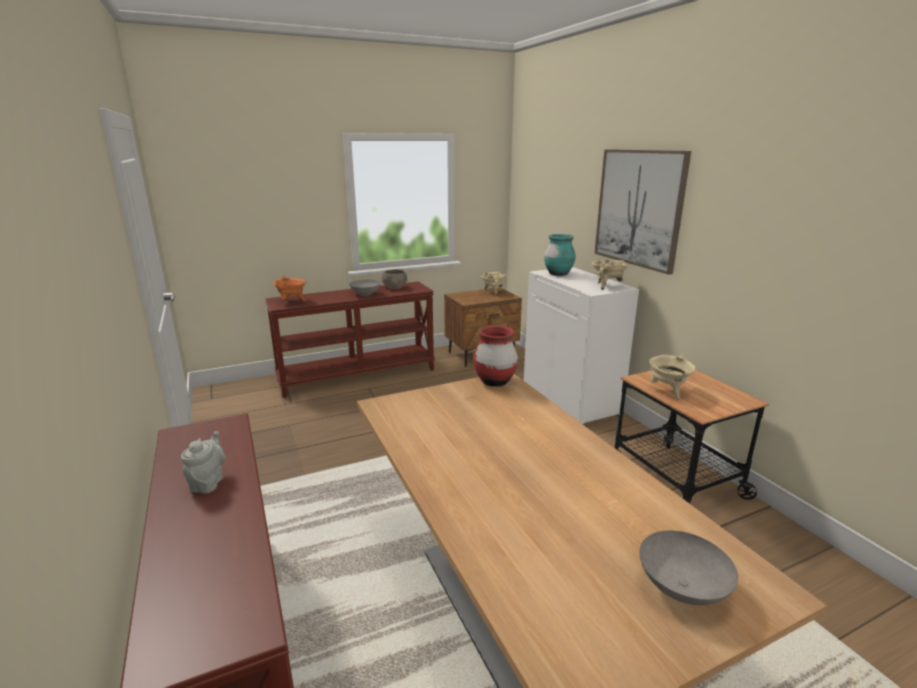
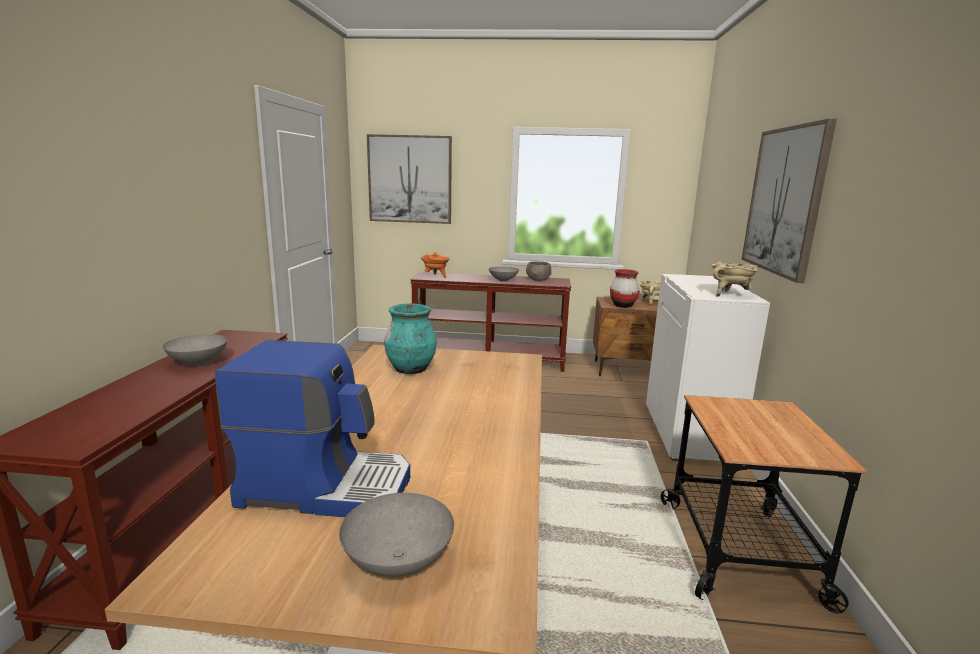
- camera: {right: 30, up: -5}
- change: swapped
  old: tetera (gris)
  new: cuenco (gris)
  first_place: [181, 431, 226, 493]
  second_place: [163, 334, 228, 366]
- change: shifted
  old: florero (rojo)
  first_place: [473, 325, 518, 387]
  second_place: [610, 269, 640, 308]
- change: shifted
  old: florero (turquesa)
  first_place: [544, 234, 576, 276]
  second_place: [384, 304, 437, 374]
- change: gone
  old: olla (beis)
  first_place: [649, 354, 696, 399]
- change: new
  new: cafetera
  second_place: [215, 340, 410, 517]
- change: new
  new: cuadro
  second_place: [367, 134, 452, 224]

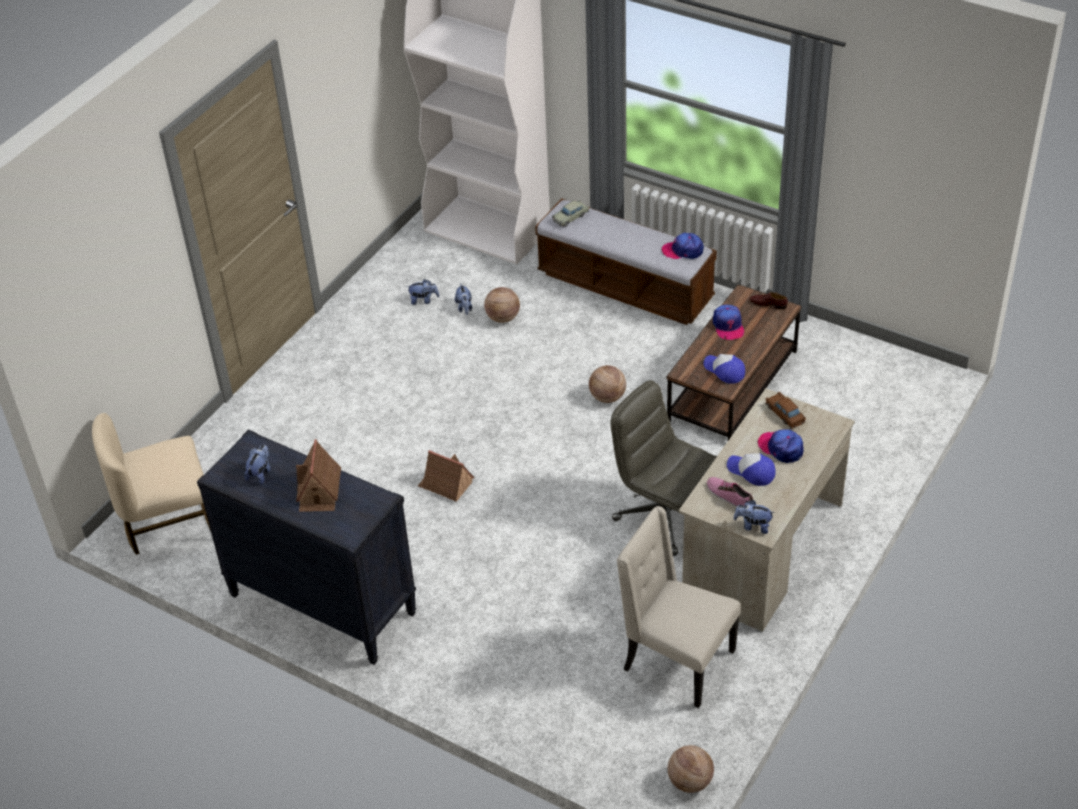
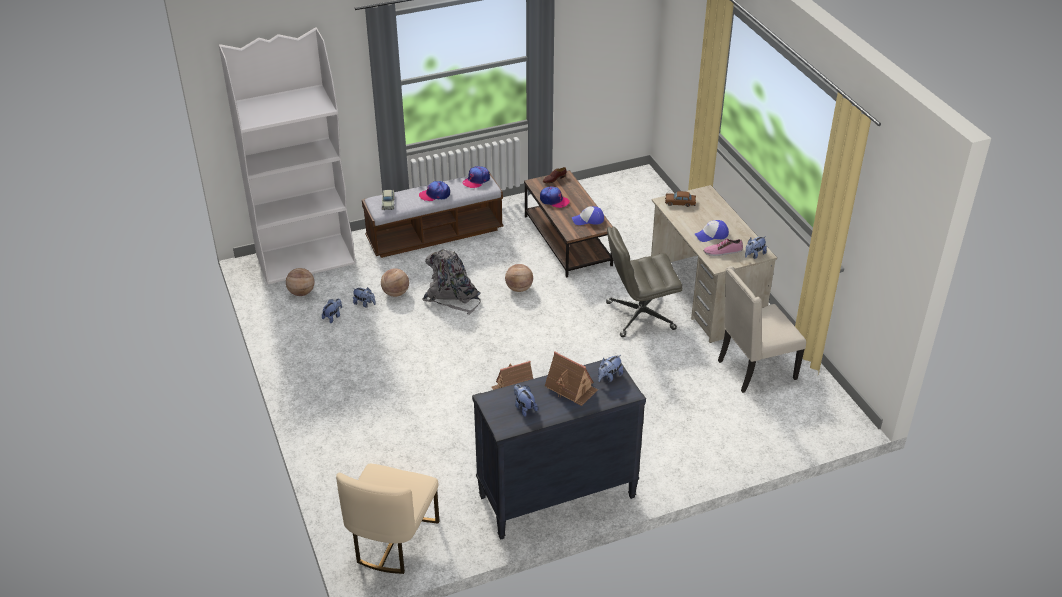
- camera: {right: -55, up: -5}
- change: shifted
  old: balón de baloncesto
  first_place: [668, 745, 714, 793]
  second_place: [286, 268, 314, 296]
- change: shifted
  old: gorra
  first_place: [758, 429, 804, 463]
  second_place: [419, 181, 450, 201]
- change: new
  new: mochila (gris)
  second_place: [422, 249, 481, 315]
- change: new
  new: peluche
  second_place: [598, 355, 623, 382]

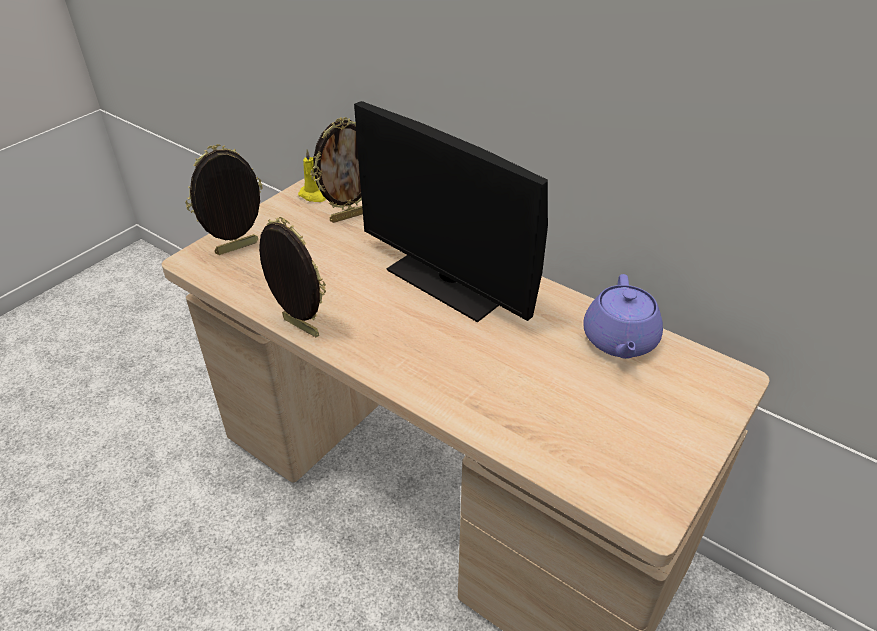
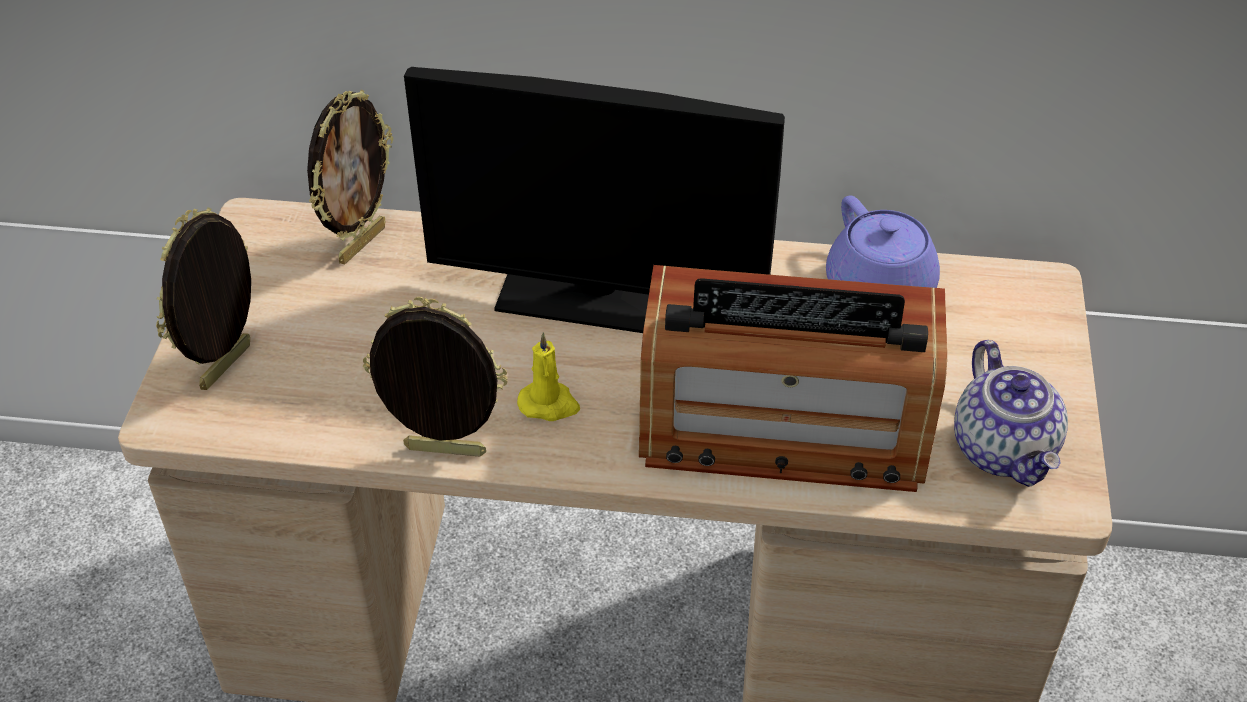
- camera: {right: -30, up: 5}
- change: shifted
  old: vela (amarillo)
  first_place: [298, 149, 326, 202]
  second_place: [517, 332, 580, 421]
- change: new
  new: radio
  second_place: [639, 265, 947, 492]
- change: new
  new: tetera
  second_place: [954, 340, 1068, 487]

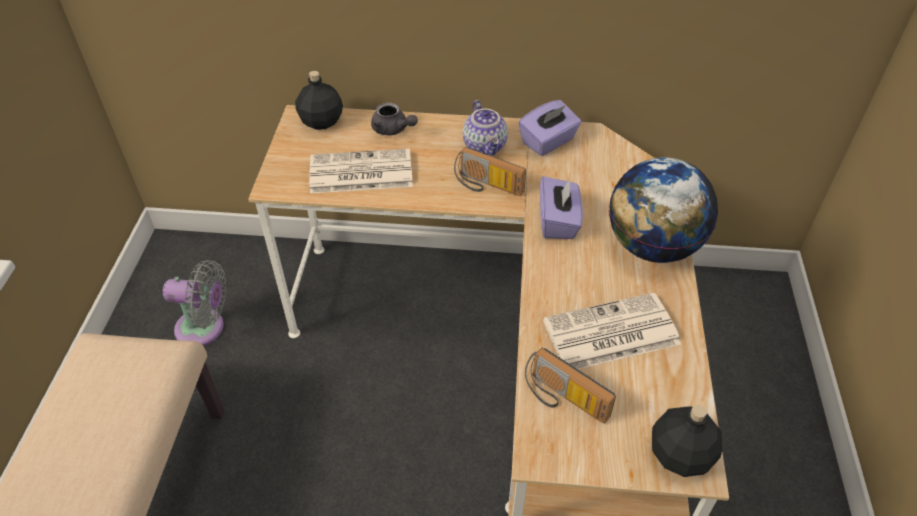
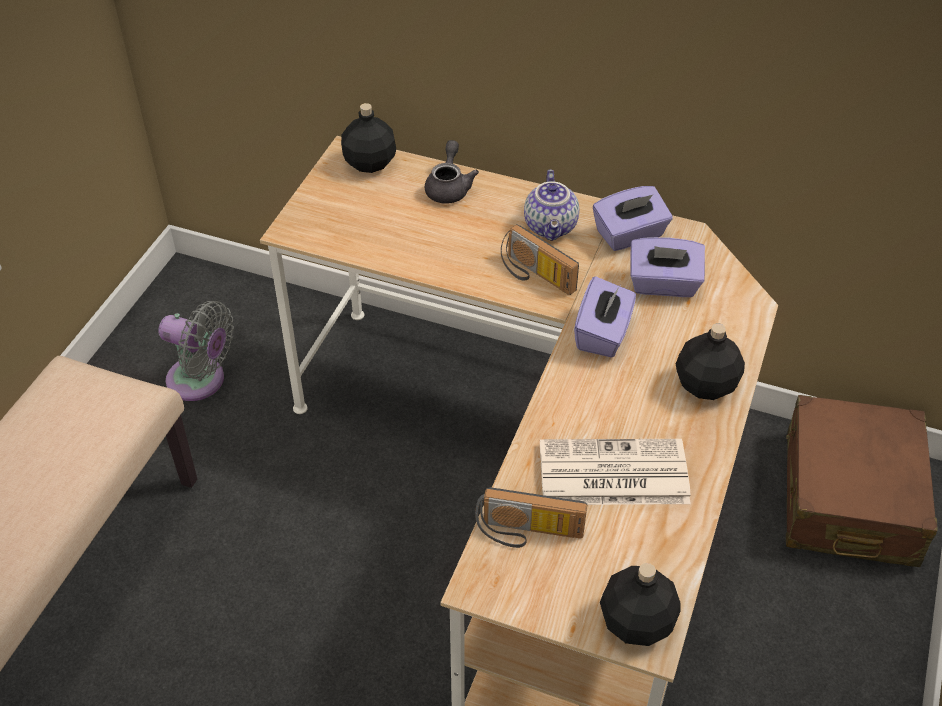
- camera: {right: 15, up: 0}
- change: gone
  old: periódico
  first_place: [309, 148, 413, 194]
- change: rotated
  old: tetera (gris)
  first_place: [371, 102, 418, 135]
  second_place: [425, 140, 479, 204]
  degrees: -135
- change: rotated
  old: radio
  first_place: [525, 348, 616, 423]
  second_place: [475, 487, 587, 548]
  degrees: -45
- change: swapped
  old: globo terráqueo
  new: botella (negro)
  first_place: [609, 158, 718, 263]
  second_place: [676, 323, 745, 400]
- change: new
  new: caja de pañuelos (morado)
  second_place: [630, 237, 705, 297]
- change: new
  new: maleta (marrón)
  second_place: [786, 395, 938, 567]

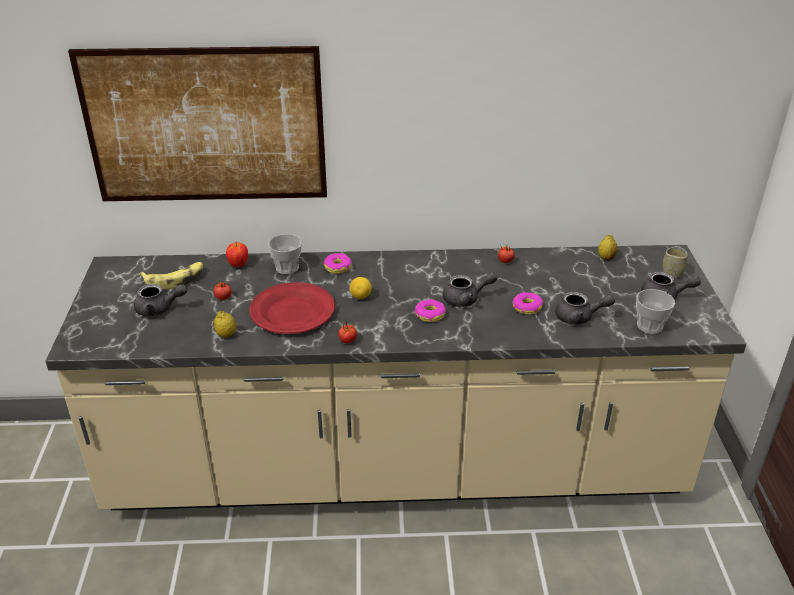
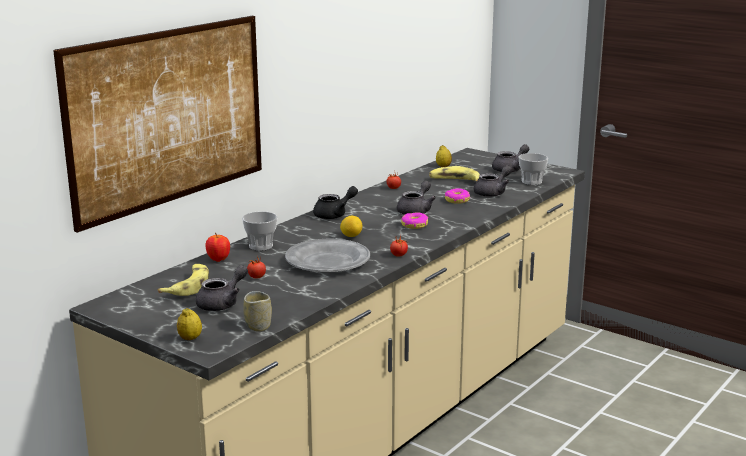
- camera: {right: -50, up: -15}
- change: shifted
  old: limón
  first_place: [214, 311, 237, 337]
  second_place: [177, 308, 202, 340]
- change: repainted
  old: plato (rojo)
  new: plato (gris)
  first_place: [249, 282, 335, 334]
  second_place: [285, 239, 370, 272]
- change: gone
  old: rosquilla
  first_place: [324, 253, 352, 274]
- change: shifted
  old: taza
  first_place: [662, 246, 688, 279]
  second_place: [243, 291, 272, 332]
- change: new
  new: tetera (negro)
  second_place: [313, 186, 358, 219]
- change: new
  new: plátano
  second_place: [429, 166, 480, 182]

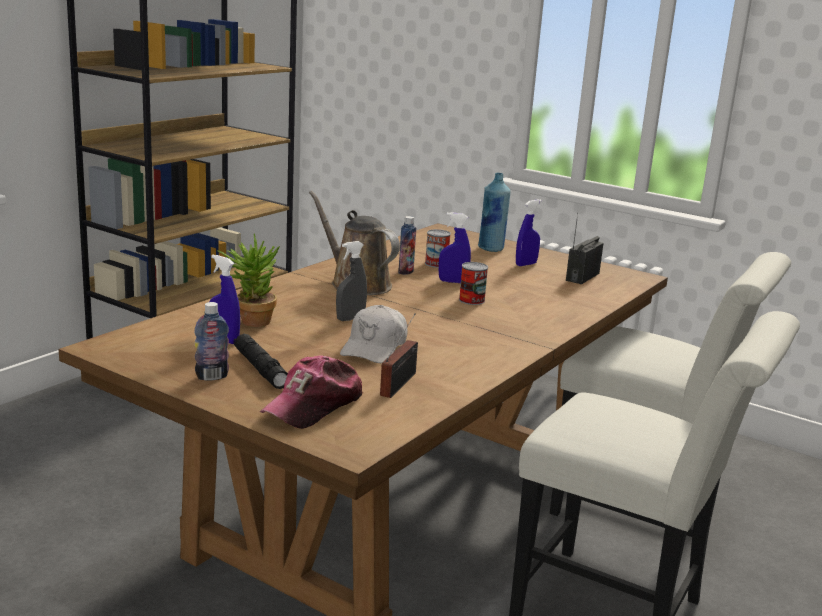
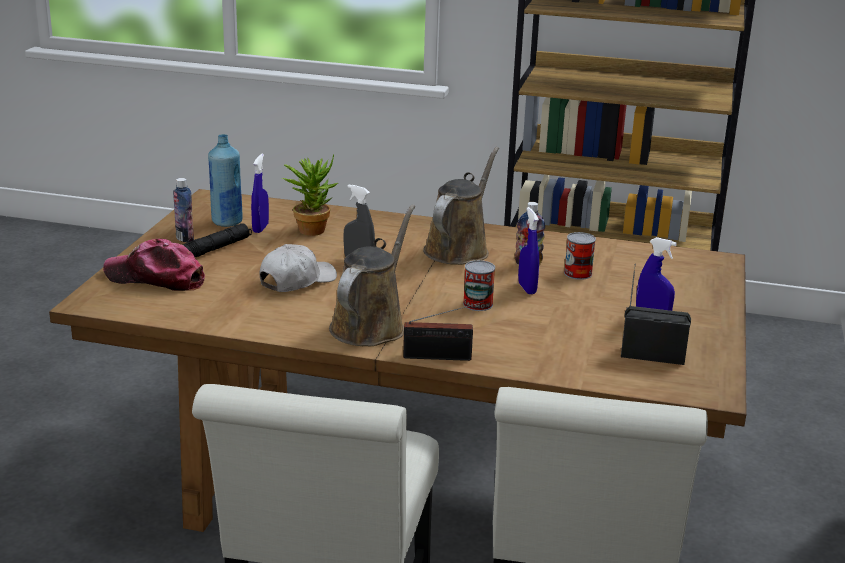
- camera: {right: 70, up: 5}
- change: rotated
  old: gorra (blanco)
  first_place: [340, 305, 408, 363]
  second_place: [259, 244, 337, 292]
  degrees: 135
- change: shifted
  old: radio
  first_place: [380, 313, 418, 398]
  second_place: [403, 302, 483, 361]
- change: shifted
  old: botella (azul)
  first_place: [478, 173, 511, 252]
  second_place: [208, 134, 243, 227]
- change: new
  new: regadera (marrón)
  second_place: [329, 205, 415, 346]

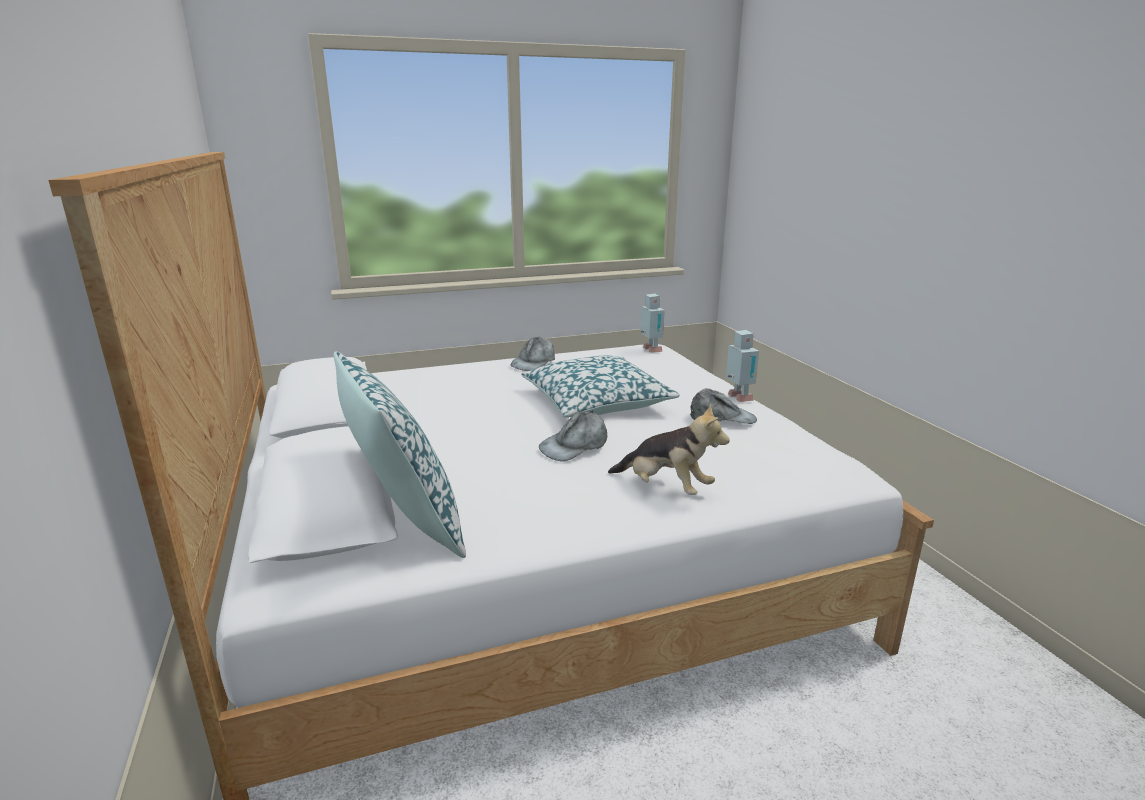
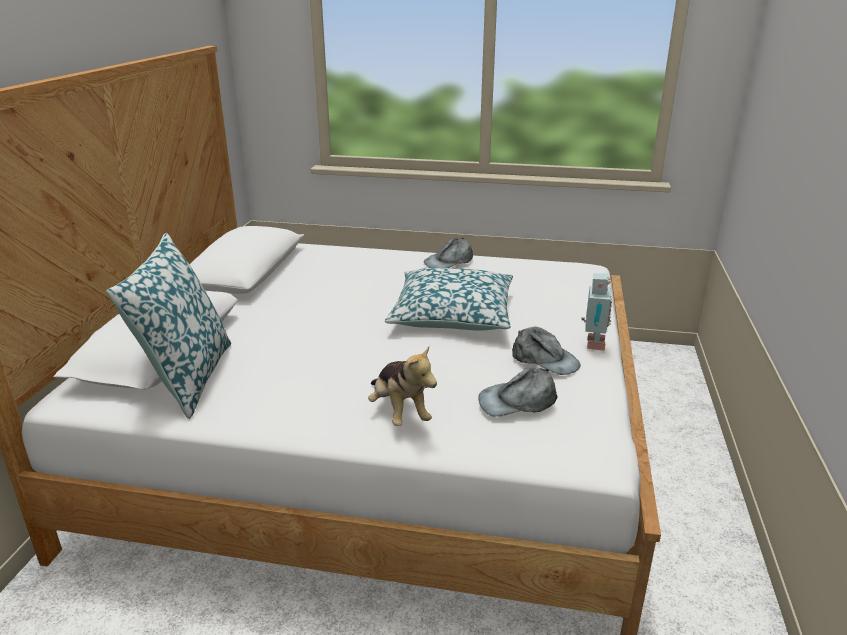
- camera: {right: 30, up: 5}
- change: shifted
  old: gorra (gris)
  first_place: [539, 410, 607, 461]
  second_place: [478, 367, 558, 416]
- change: gone
  old: robot de juguete
  first_place: [641, 294, 665, 353]

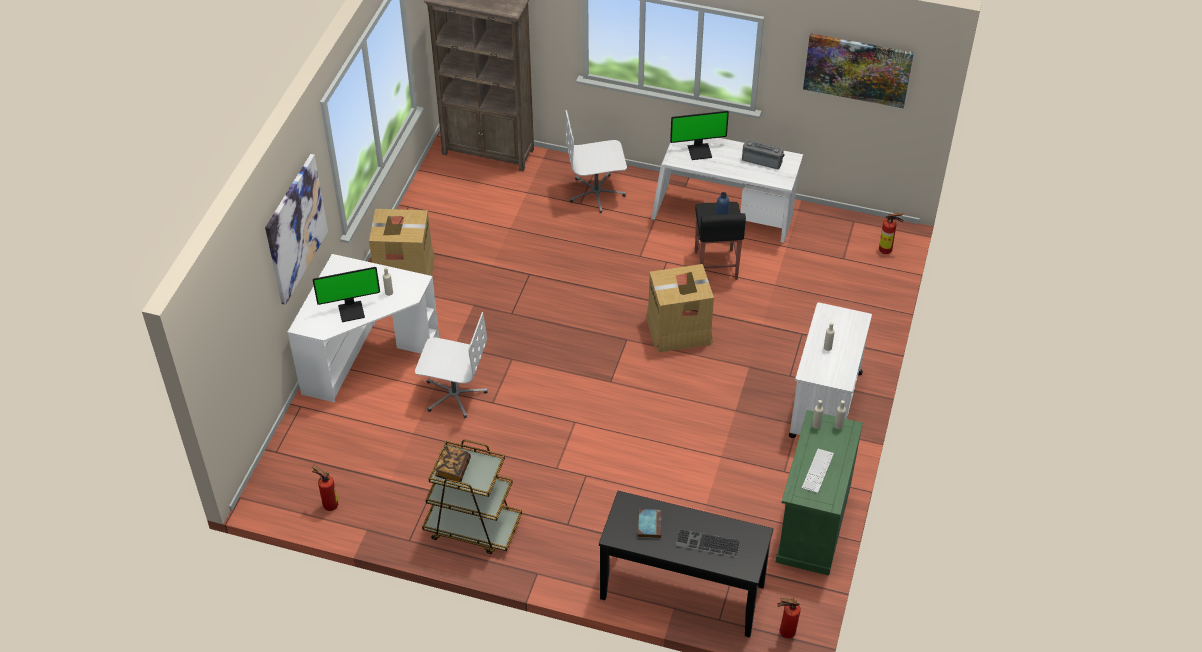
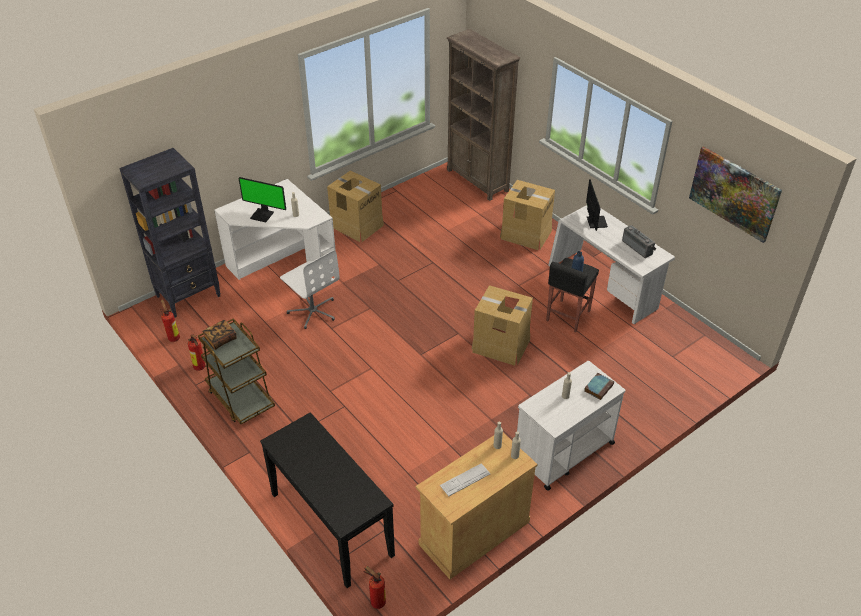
- camera: {right: 35, up: -5}
- change: gone
  old: cuadro
  first_place: [265, 154, 328, 305]
- change: swapped
  old: silla de oficina (blanco)
  new: caja de cartón
  first_place: [565, 110, 627, 213]
  second_place: [500, 180, 555, 250]
- change: shifted
  old: libro
  first_place: [638, 509, 662, 539]
  second_place: [584, 373, 614, 400]
- change: rotated
  old: monitor
  first_place: [670, 111, 729, 160]
  second_place: [586, 179, 608, 231]
  degrees: -120
- change: gone
  old: teclado
  first_place: [675, 529, 741, 557]
- change: repainted
  old: armario (verde)
  new: armario (beis)
  first_place: [776, 410, 863, 576]
  second_place: [416, 433, 538, 579]
- change: shifted
  old: extintor
  first_place: [879, 212, 904, 254]
  second_place: [188, 335, 205, 371]
- change: new
  new: estantería (negro)
  second_place: [119, 148, 221, 318]

